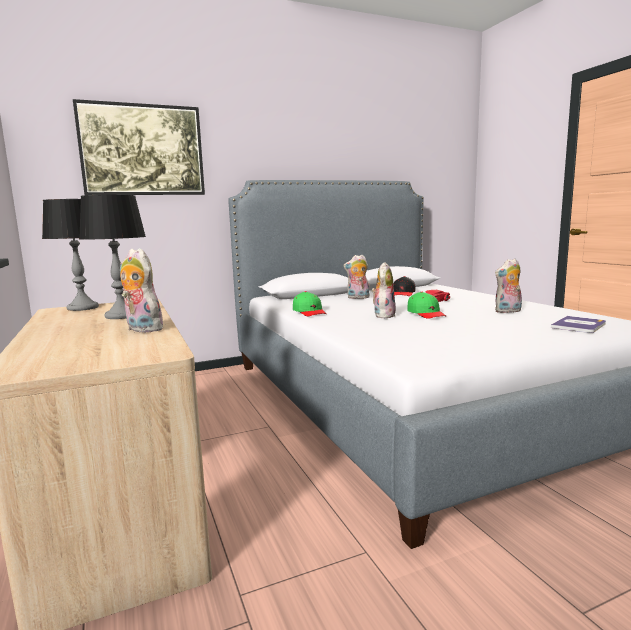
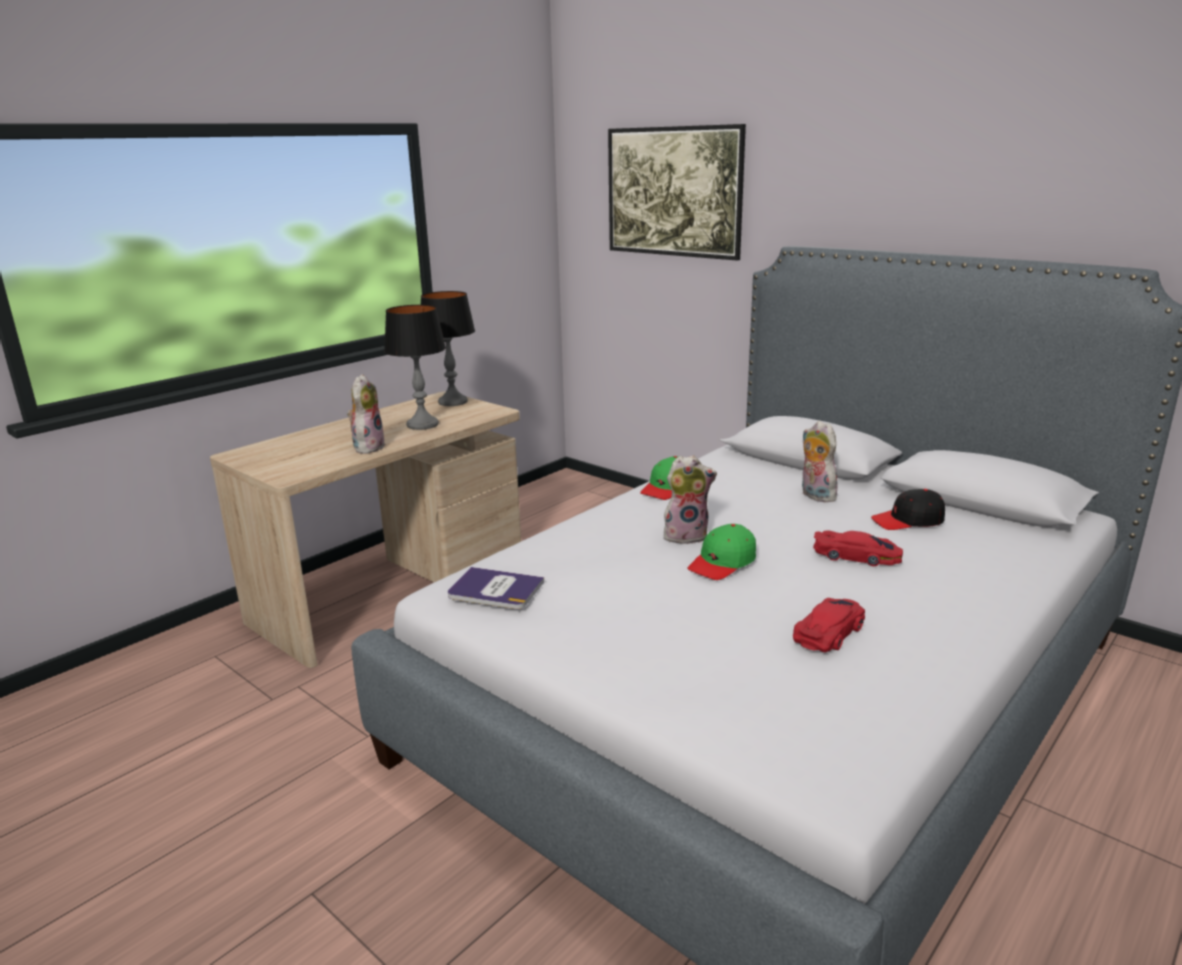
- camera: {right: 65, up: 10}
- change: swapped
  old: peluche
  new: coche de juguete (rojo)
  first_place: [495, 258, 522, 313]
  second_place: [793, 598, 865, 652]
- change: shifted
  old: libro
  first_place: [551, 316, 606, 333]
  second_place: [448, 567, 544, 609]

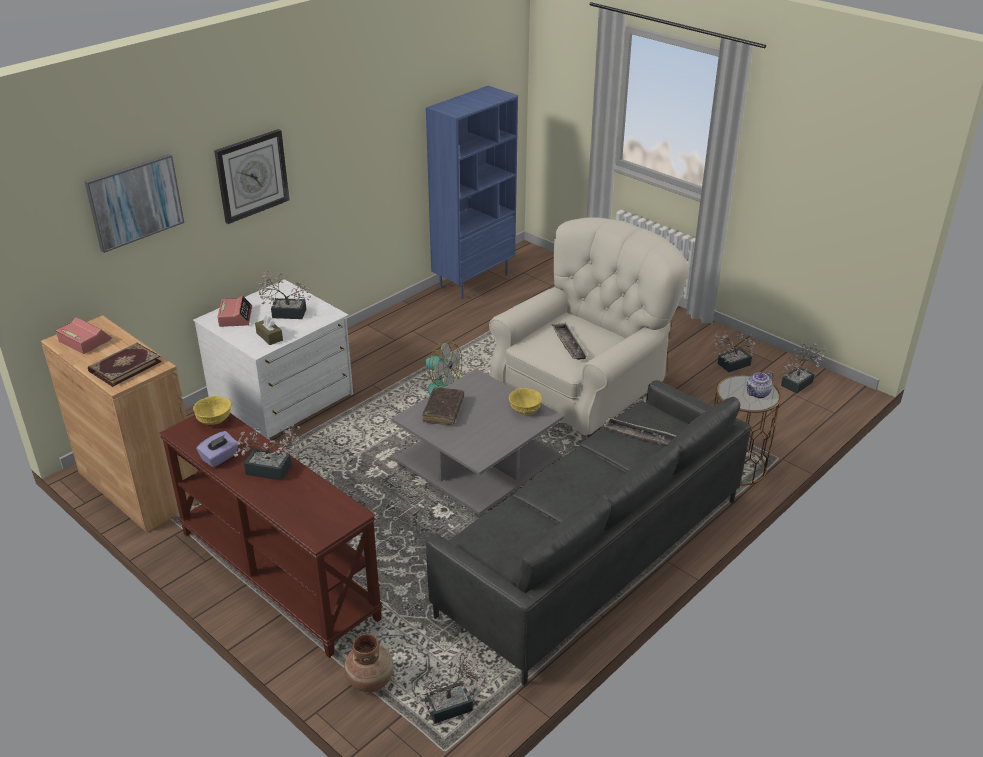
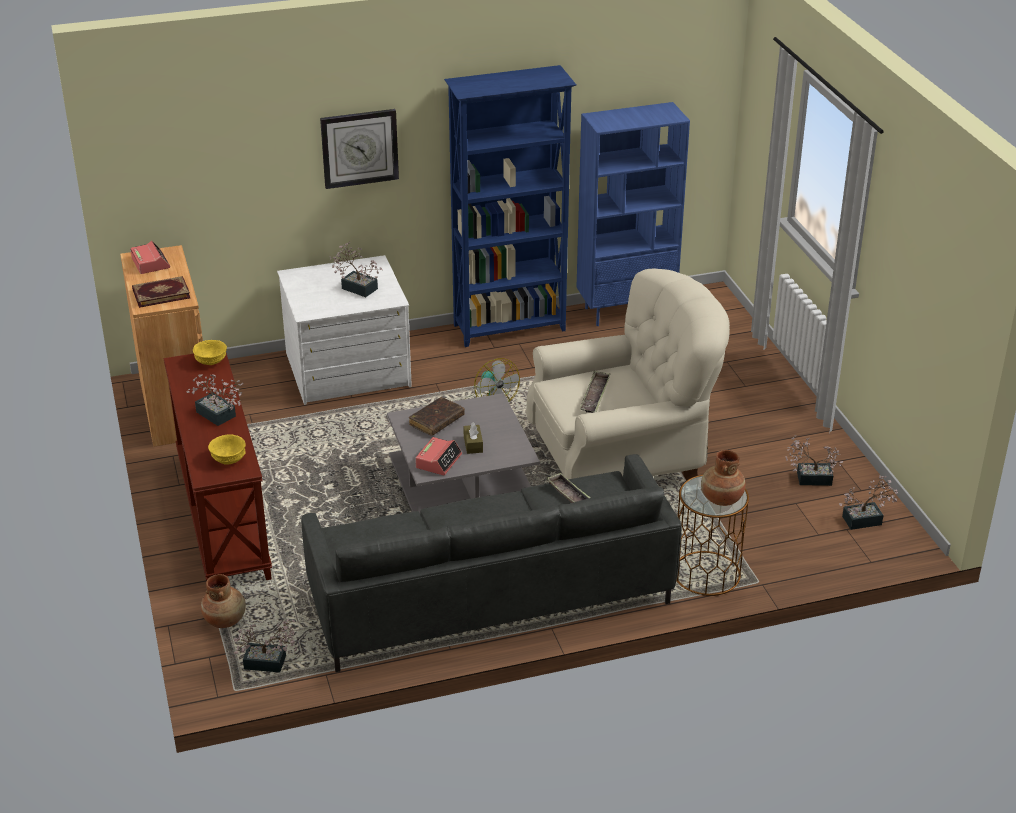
- camera: {right: 30, up: 0}
- change: gone
  old: cuadro
  first_place: [84, 154, 184, 253]
- change: gone
  old: caja de pañuelos (morado)
  first_place: [196, 431, 238, 467]
- change: shifted
  old: despertador
  first_place: [217, 296, 252, 327]
  second_place: [415, 437, 462, 475]
- change: shifted
  old: caja de pañuelos (marrón)
  first_place: [255, 315, 283, 345]
  second_place: [463, 422, 483, 454]
- change: shifted
  old: cuenco (amarillo)
  first_place: [509, 388, 542, 414]
  second_place: [208, 434, 246, 465]
- change: swapped
  old: tetera
  new: florero (marrón)
  first_place: [747, 371, 773, 398]
  second_place: [701, 450, 746, 506]
- change: new
  new: estantería (azul)
  second_place: [444, 65, 576, 347]

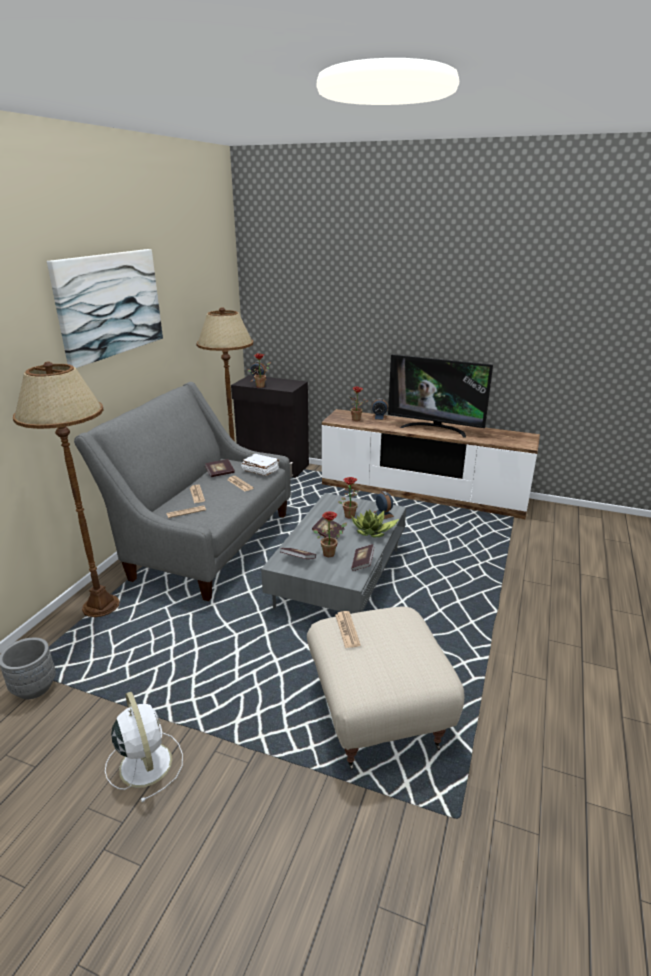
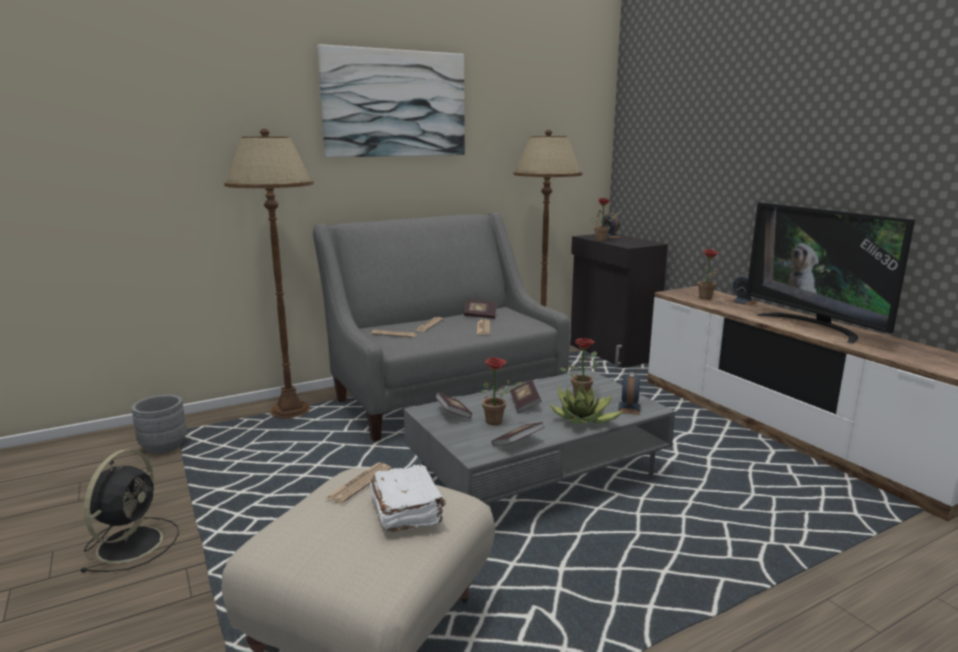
- camera: {right: 40, up: -10}
- change: repainted
  old: ventilador (blanco)
  new: ventilador (negro)
  first_place: [105, 692, 183, 802]
  second_place: [79, 449, 179, 572]
- change: shifted
  old: libro (blanco)
  first_place: [241, 454, 280, 476]
  second_place: [369, 464, 446, 532]

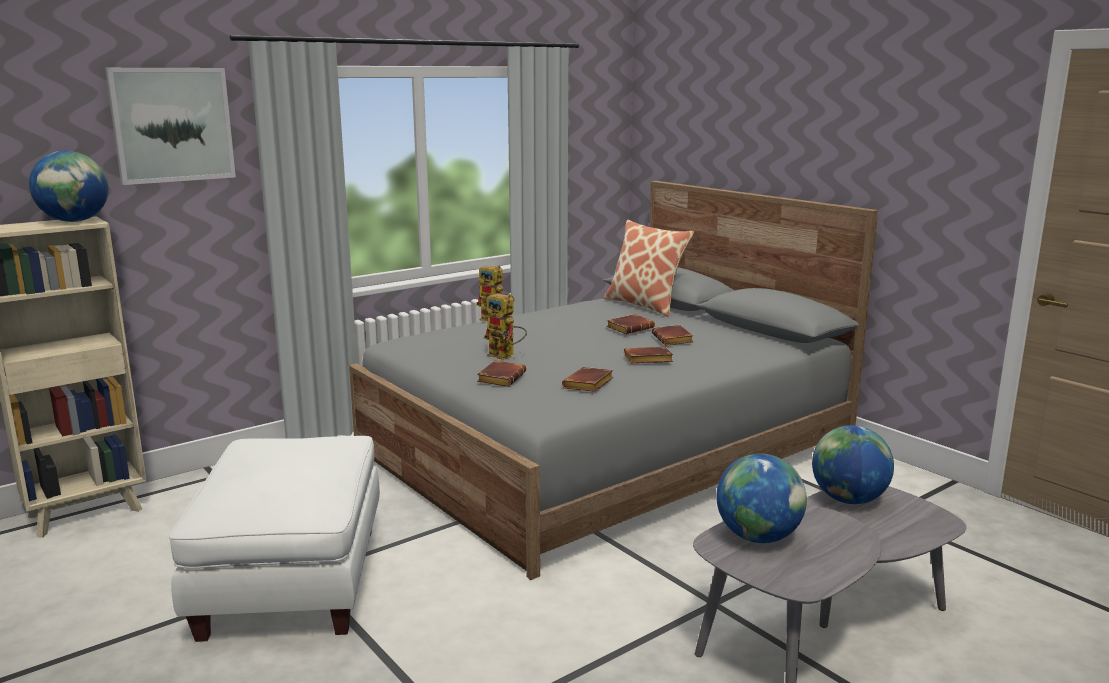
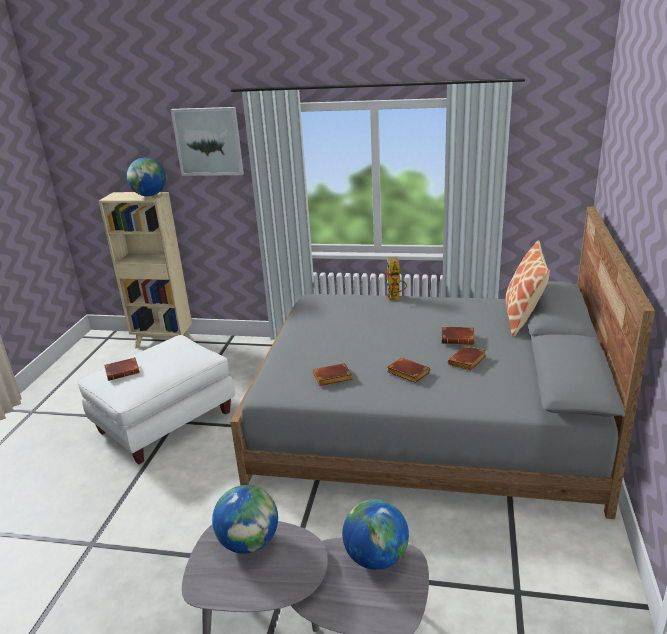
- camera: {right: 50, up: 10}
- change: shifted
  old: libro (marrón)
  first_place: [477, 360, 526, 387]
  second_place: [104, 357, 140, 381]
- change: gone
  old: robot de juguete
  first_place: [484, 293, 527, 360]

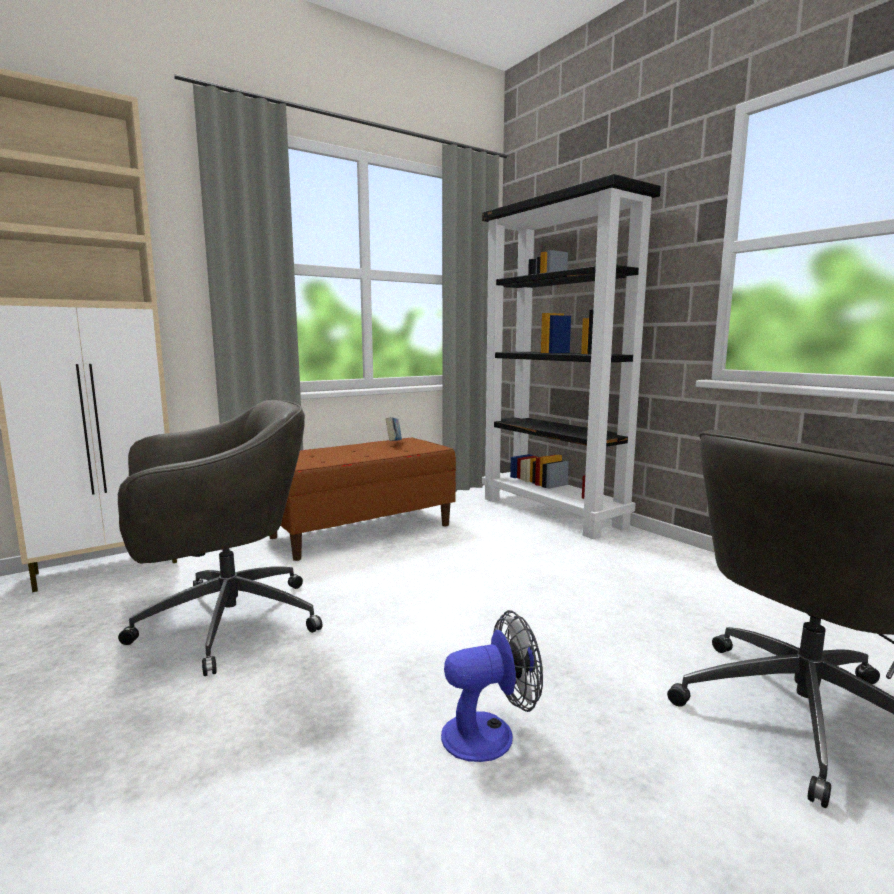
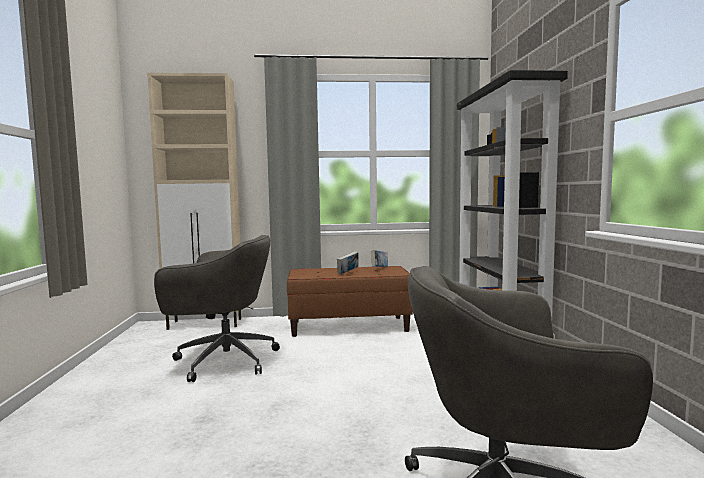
- camera: {right: 30, up: -5}
- change: gone
  old: ventilador
  first_place: [441, 610, 543, 762]
- change: new
  new: libro
  second_place: [337, 251, 359, 275]

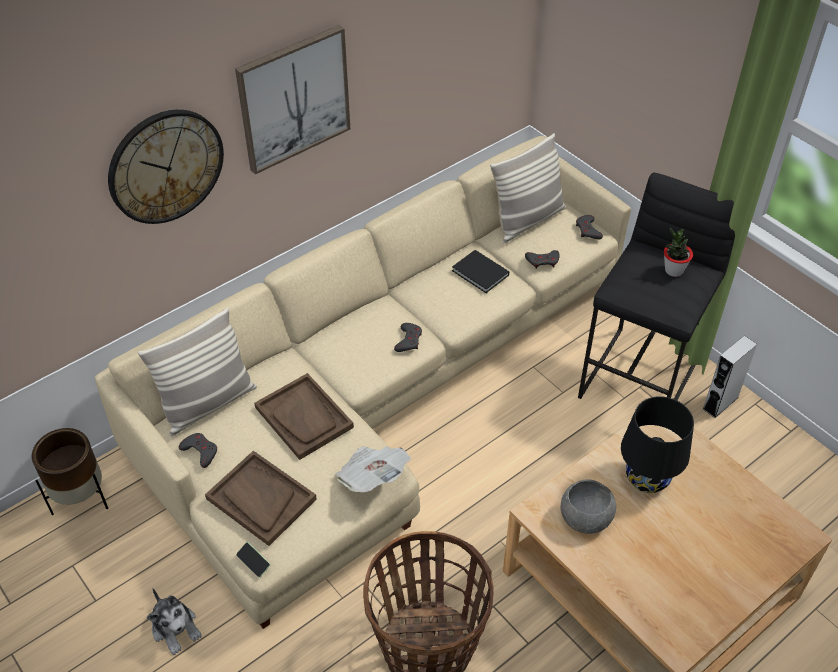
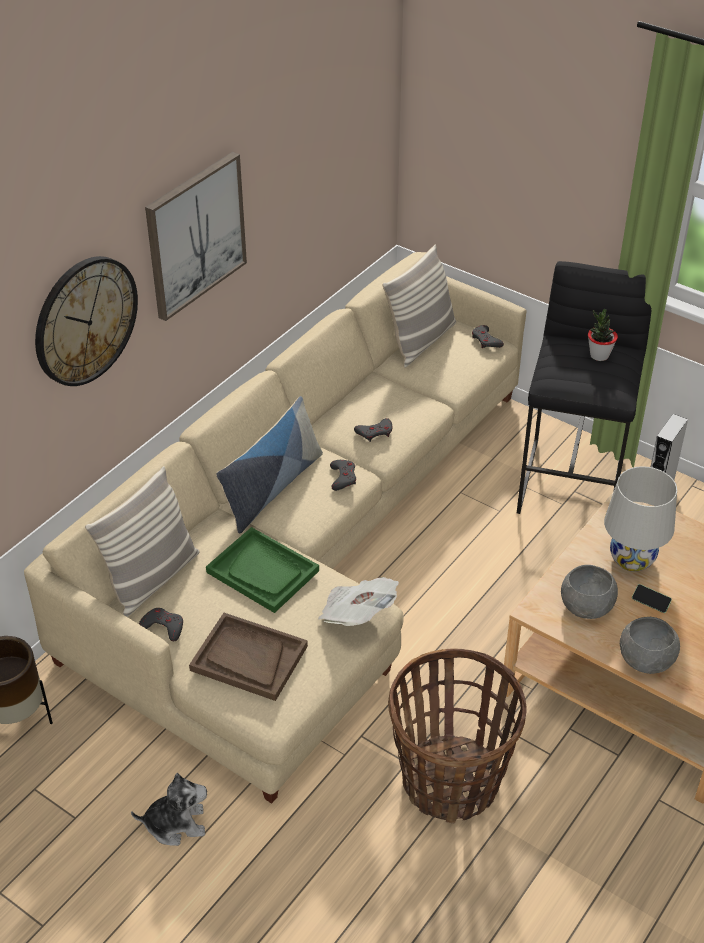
- camera: {right: -15, up: -5}
- change: rotated
  old: peluche
  first_place: [147, 588, 202, 655]
  second_place: [131, 773, 207, 846]
  degrees: -45
- change: shifted
  old: móvil
  first_place: [236, 542, 270, 577]
  second_place: [632, 584, 672, 613]
- change: repainted
  old: bandeja (marrón)
  new: bandeja (verde)
  first_place: [254, 373, 354, 460]
  second_place: [206, 527, 319, 613]
- change: gone
  old: libro (negro)
  first_place: [452, 250, 509, 293]
- change: shifted
  old: mando de consola (gris)
  first_place: [525, 250, 560, 269]
  second_place: [354, 418, 392, 442]
- change: repainted
  old: lámpara de mesa (negro)
  new: lámpara de mesa (blanco)
  first_place: [621, 396, 694, 493]
  second_place: [604, 466, 677, 572]
- change: new
  new: cojín
  second_place: [216, 396, 323, 534]
- change: new
  new: cuenco (gris)
  second_place: [620, 617, 680, 674]

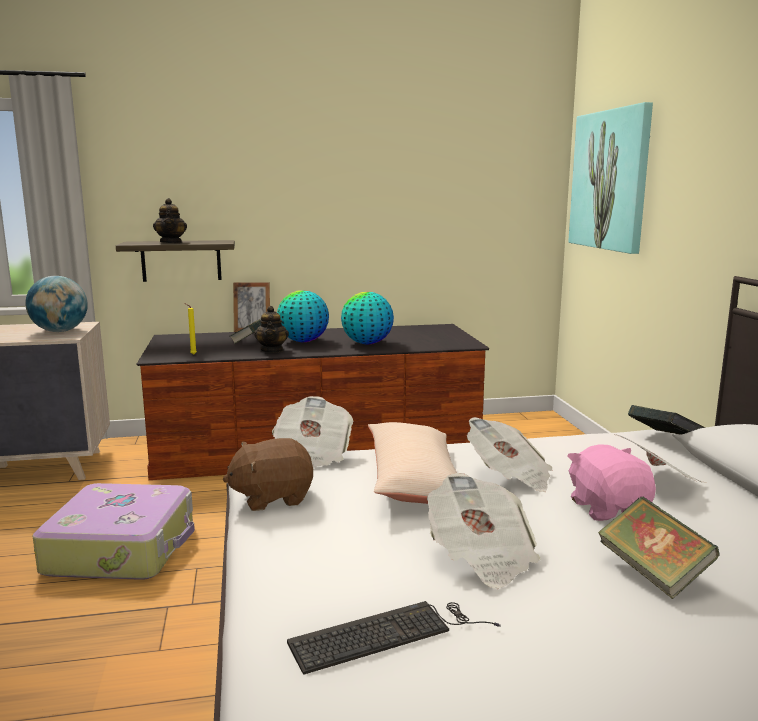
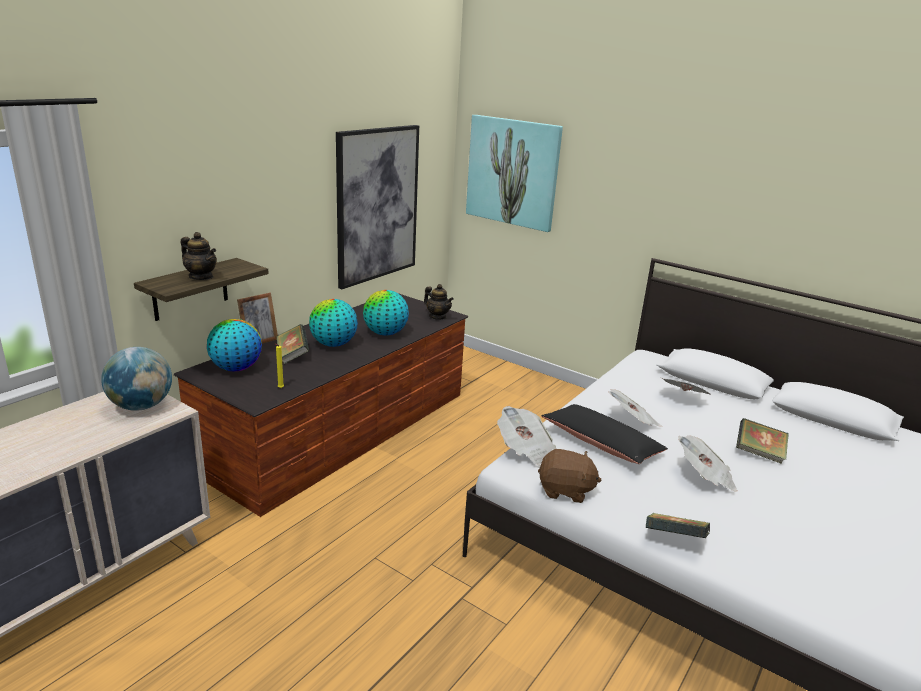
- camera: {right: -45, up: 10}
- change: gone
  old: maleta
  first_place: [33, 483, 195, 580]
- change: rotated
  old: peluche (marrón)
  first_place: [223, 438, 313, 511]
  second_place: [538, 449, 602, 503]
  degrees: -105
- change: shifted
  old: tetera
  first_place: [254, 306, 289, 353]
  second_place: [424, 284, 454, 320]
- change: gone
  old: teclado
  first_place: [287, 601, 501, 675]
- change: repainted
  old: cojín (beis)
  new: cojín (negro)
  first_place: [368, 422, 457, 504]
  second_place: [541, 404, 668, 464]
- change: gone
  old: peluche (rosa)
  first_place: [567, 444, 656, 521]
- change: shifted
  old: libro
  first_place: [628, 405, 705, 435]
  second_place: [646, 513, 710, 538]
- change: new
  new: globo terráqueo
  second_place: [207, 319, 262, 371]
- change: new
  new: cuadro
  second_place: [336, 125, 419, 289]

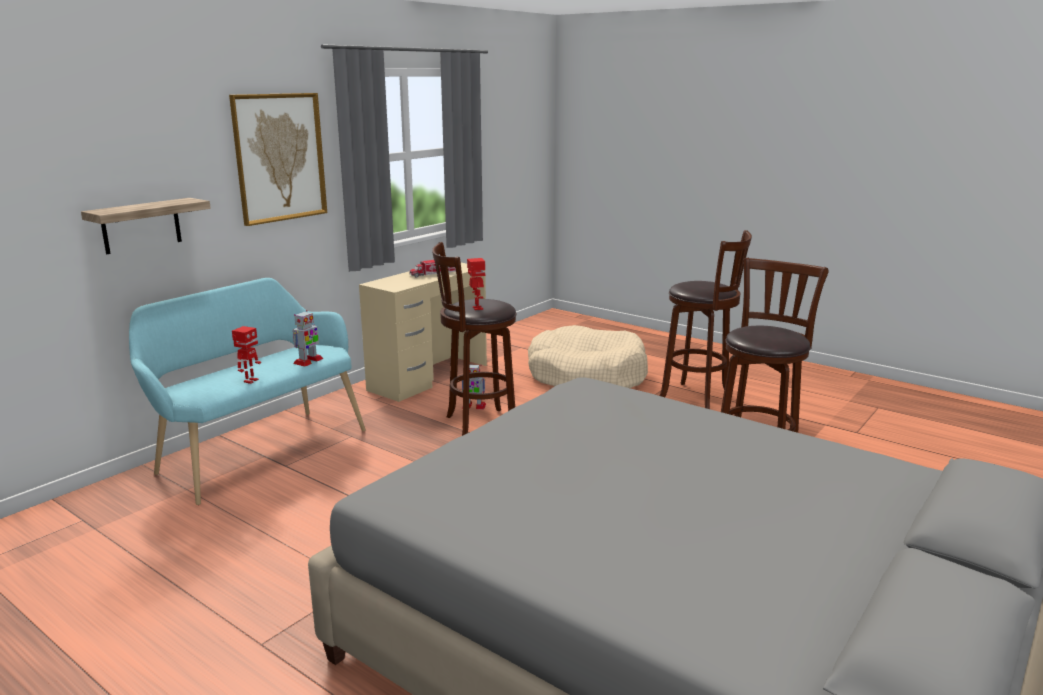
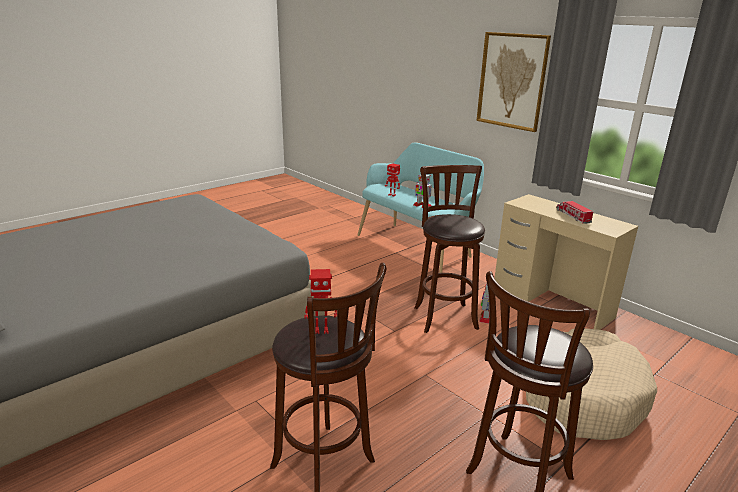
- camera: {right: 100, up: 5}
- change: gone
  old: estante
  first_place: [81, 198, 211, 254]
- change: shifted
  old: robot de juguete
  first_place: [467, 258, 485, 310]
  second_place: [304, 269, 337, 334]

